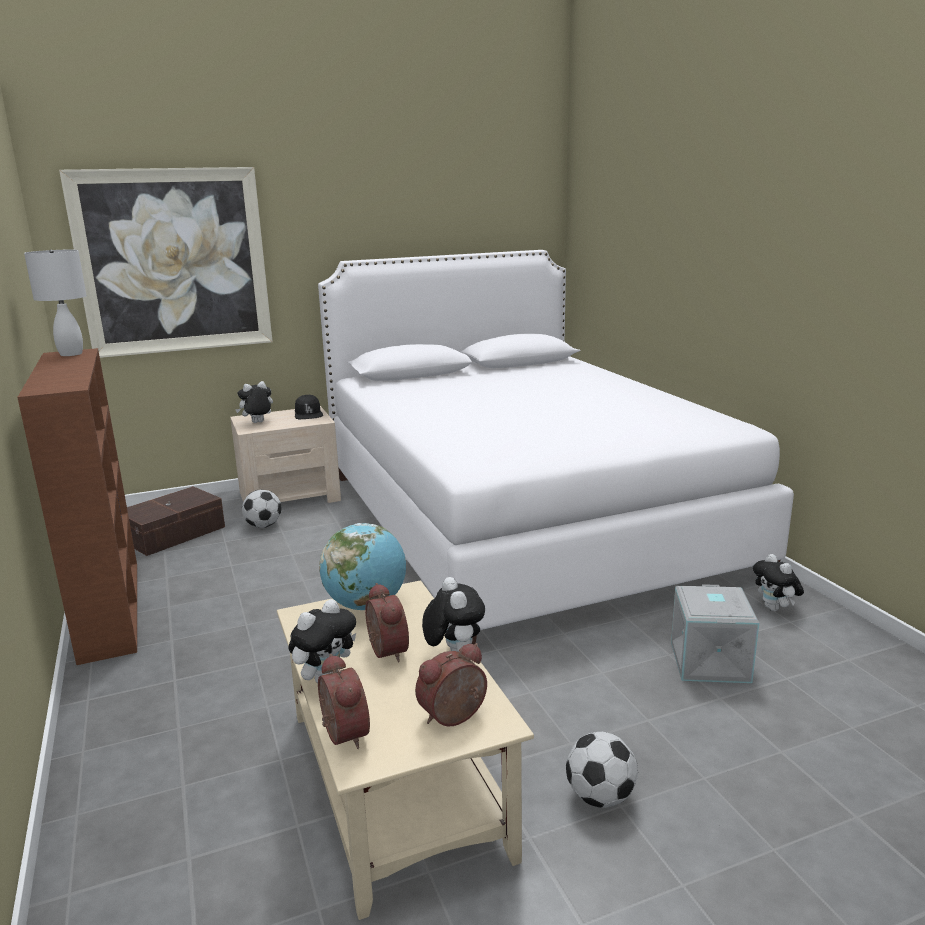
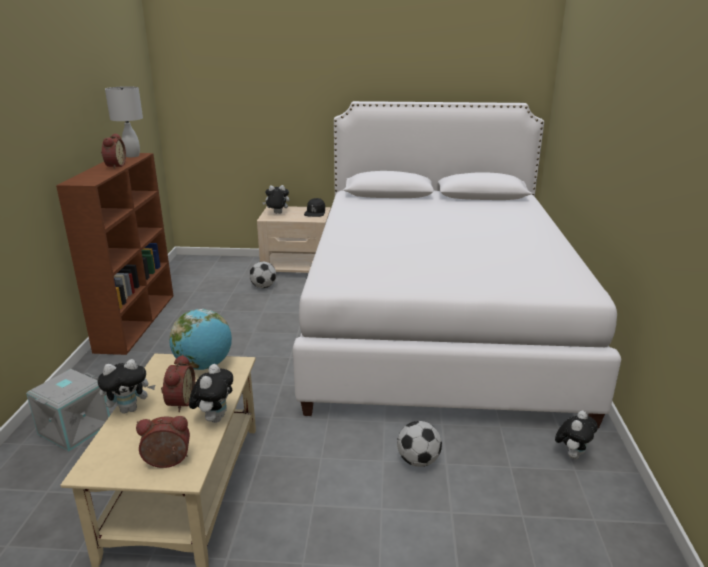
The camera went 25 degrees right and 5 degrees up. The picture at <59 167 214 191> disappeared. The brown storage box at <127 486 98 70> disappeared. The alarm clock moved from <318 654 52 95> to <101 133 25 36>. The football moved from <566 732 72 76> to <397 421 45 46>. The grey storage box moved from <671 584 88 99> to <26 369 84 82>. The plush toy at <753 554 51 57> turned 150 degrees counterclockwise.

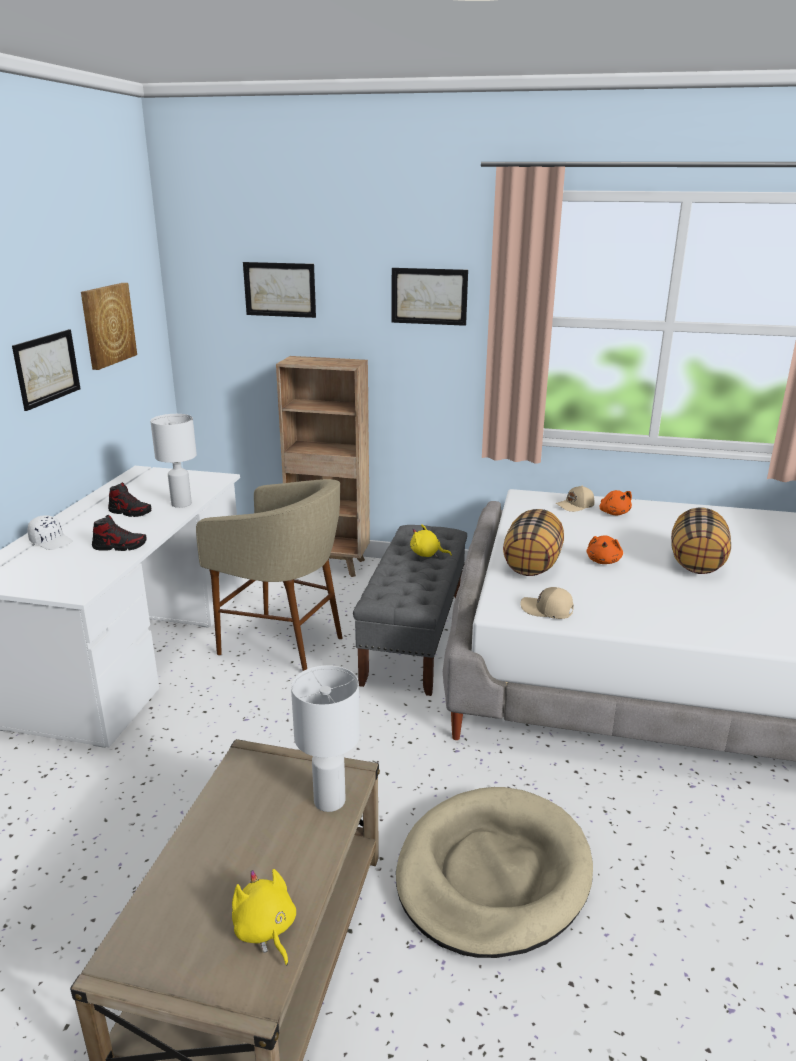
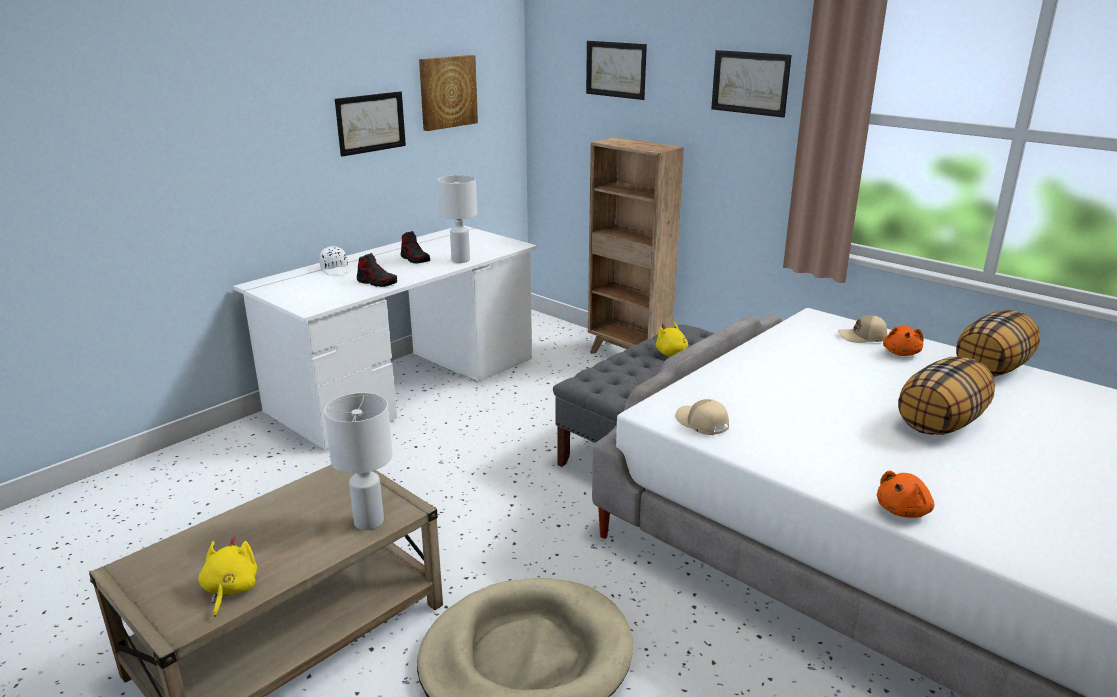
The camera went 30 degrees right and 0 degrees up. The beige stool at <196 479 146 192> disappeared. The pillow moved from <503 509 61 67> to <956 310 84 67>. The orange plush toy moved from <587 535 36 29> to <877 471 57 47>.

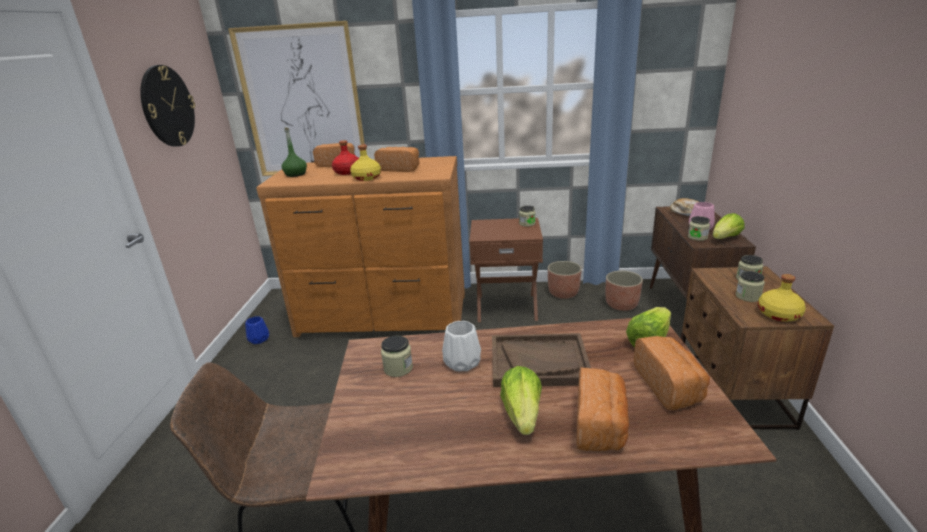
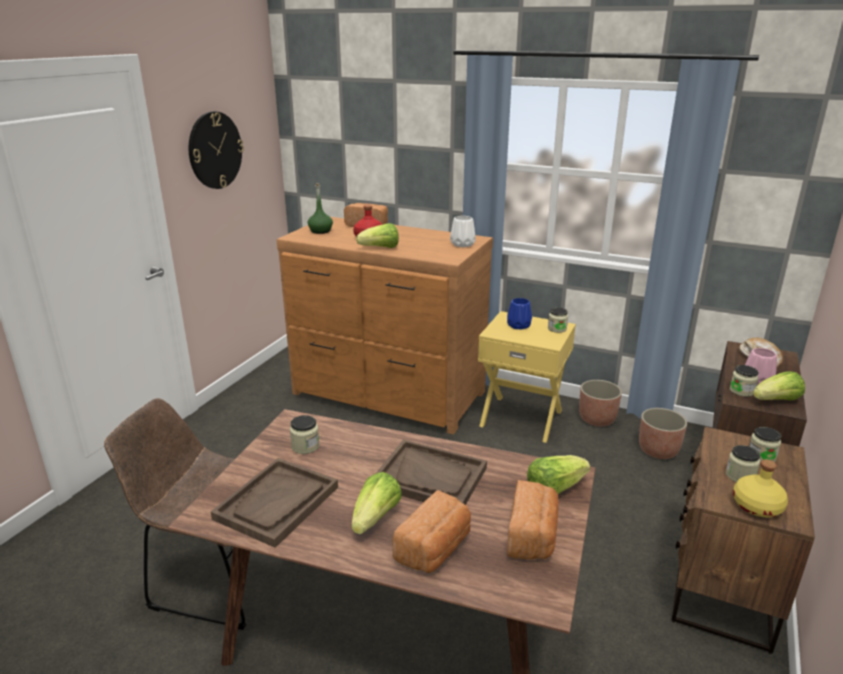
The camera went 20 degrees right and 0 degrees up. The picture at <228 21 137 155> disappeared. The blue vase moved from <245 316 24 28> to <507 298 25 32>. The yellow bottle at <350 145 31 36> was replaced by the lettuce at <356 223 43 25>. The bread at <374 147 46 25> disappeared. The white vase moved from <442 321 39 50> to <450 216 26 31>. The brown nightstand at <469 218 74 104> became the yellow nightstand at <478 311 98 132>. The brown tray at <211 458 127 90> appeared.

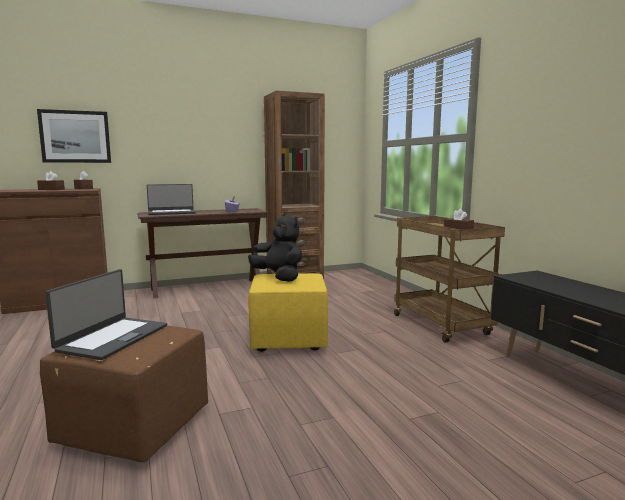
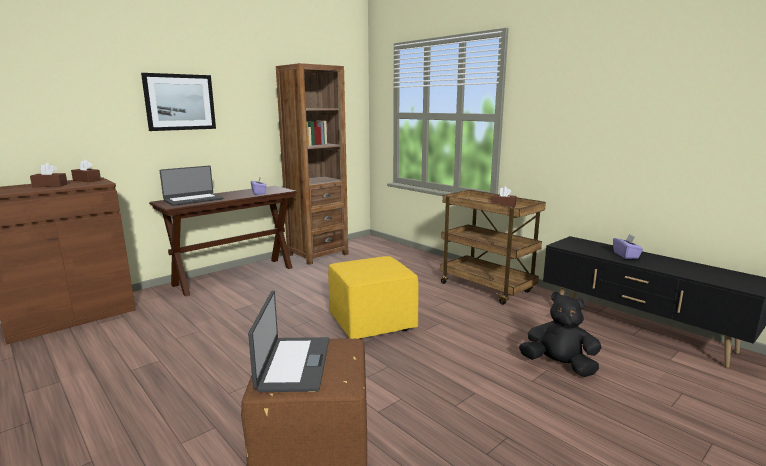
The camera went 20 degrees left and 5 degrees up. The picture moved from <37 109 74 54> to <141 73 75 58>. The black plush toy moved from <248 214 55 68> to <519 292 82 85>. The purple tissue box at <613 234 30 25> appeared.

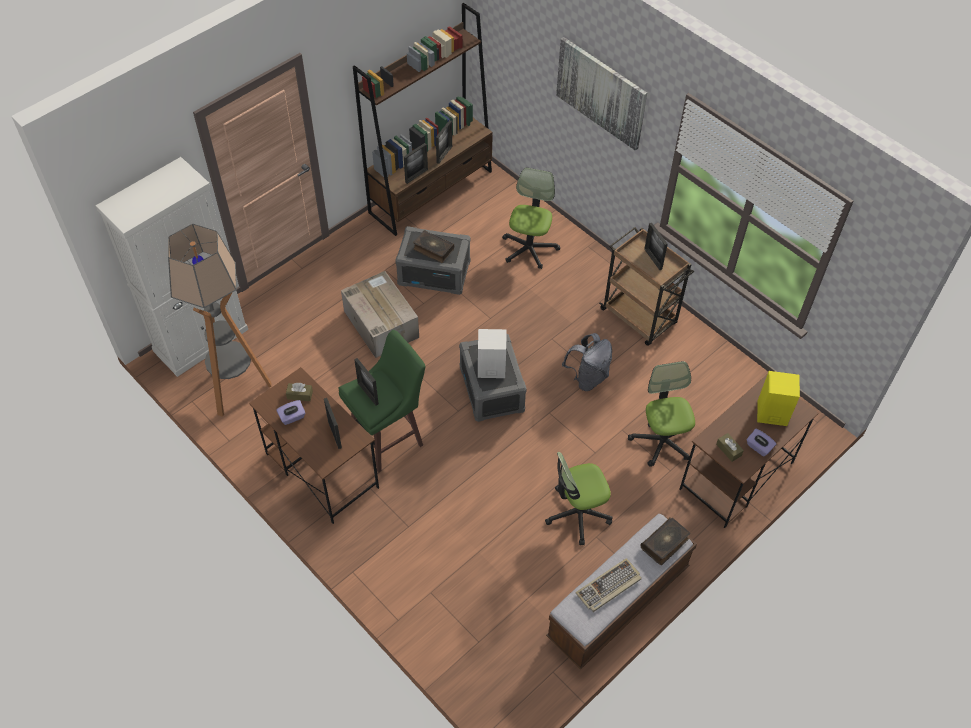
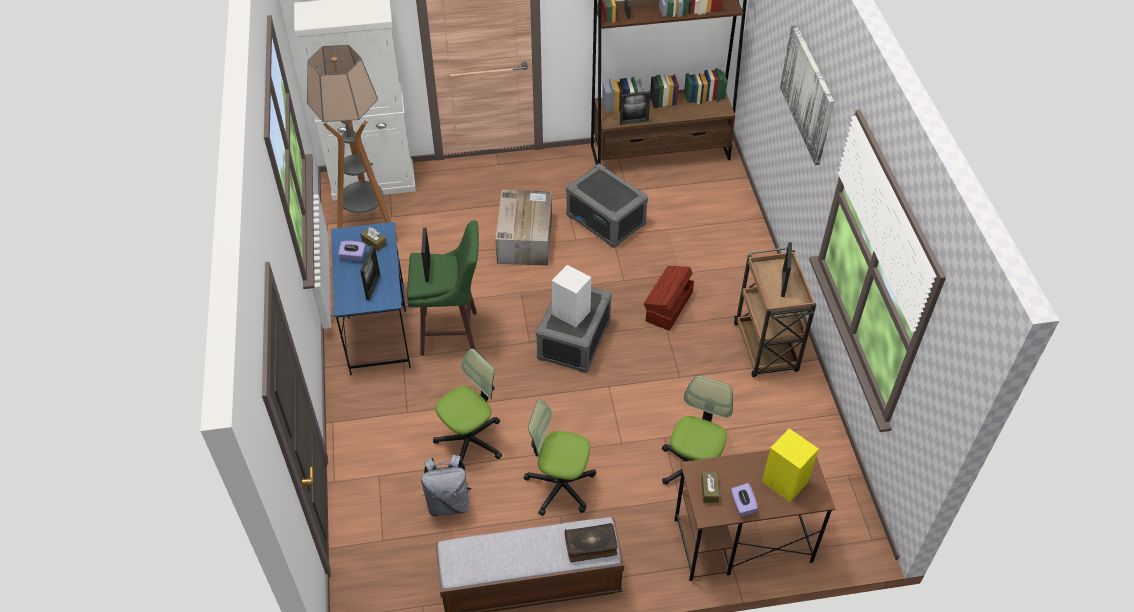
The camera went 35 degrees right and 5 degrees down. The brown desk at <249 367 130 157> became the blue desk at <331 222 80 154>. The book at <413 230 41 33> disappeared. The picture frame at <436 120 16 44> disappeared. The office chair moved from <502 167 58 102> to <433 348 69 119>. The grey backpack moved from <562 333 50 58> to <421 454 51 62>. The keyboard at <575 558 67 54> disappeared. The brown storage box at <644 266 50 65> appeared.

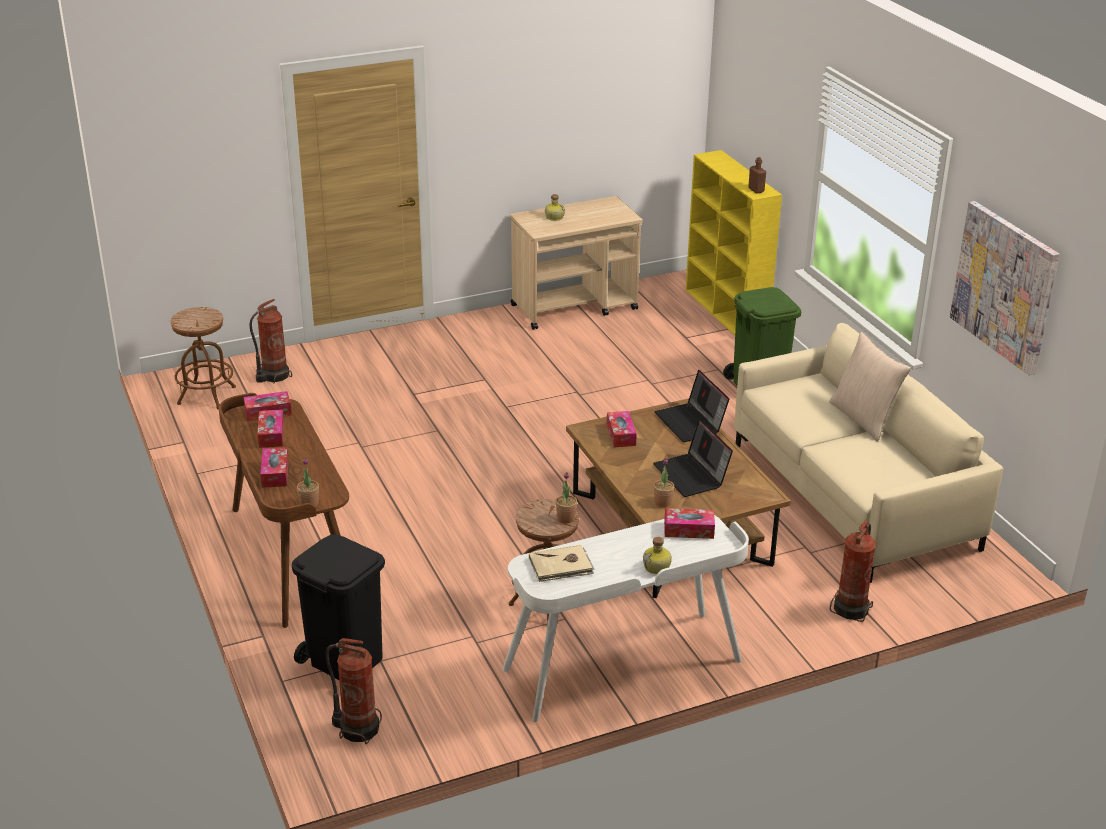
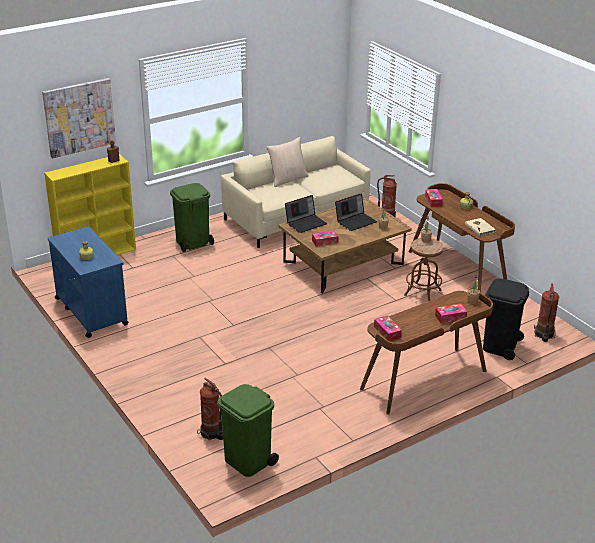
The camera went 100 degrees left and 0 degrees up. The brown stool at <171 307 65 102> was replaced by the green trash can at <217 384 62 93>. The tissue box at <257 410 27 38> disappeared. The white desk at <502 515 247 207> became the brown desk at <409 183 106 111>. The beige cart at <510 196 133 134> became the blue cart at <48 226 81 112>. The picture moved from <950 201 110 175> to <42 78 74 80>.

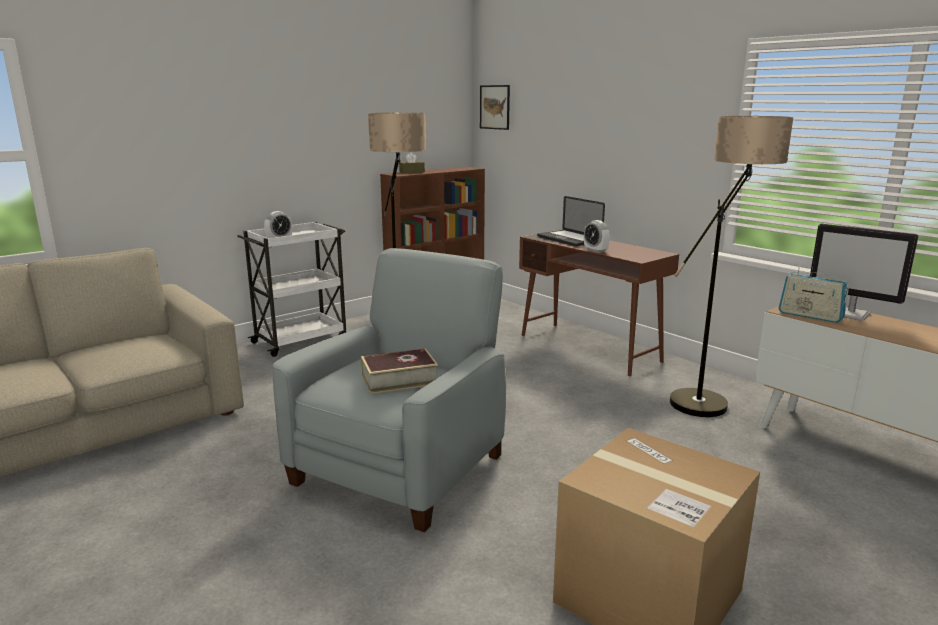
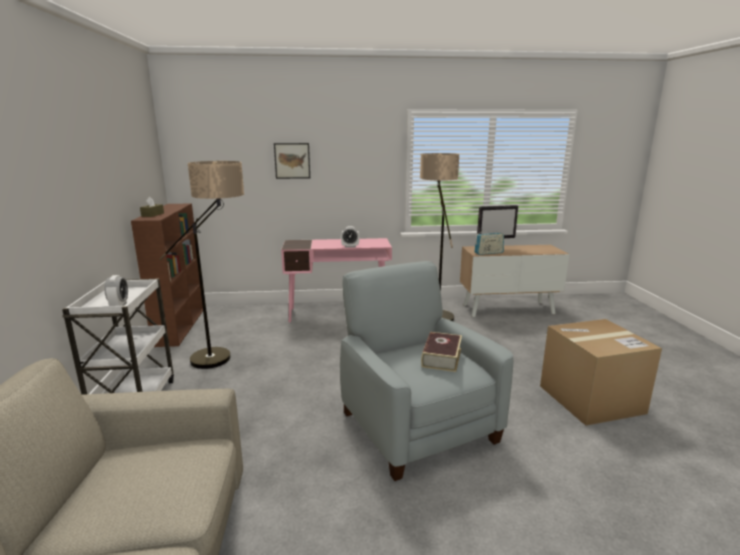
The camera went 55 degrees left and 0 degrees up. The picture moved from <480 85 30 45> to <274 143 36 36>. The brown desk at <519 230 160 146> became the pink desk at <281 238 111 84>. The laptop at <537 196 68 50> disappeared.

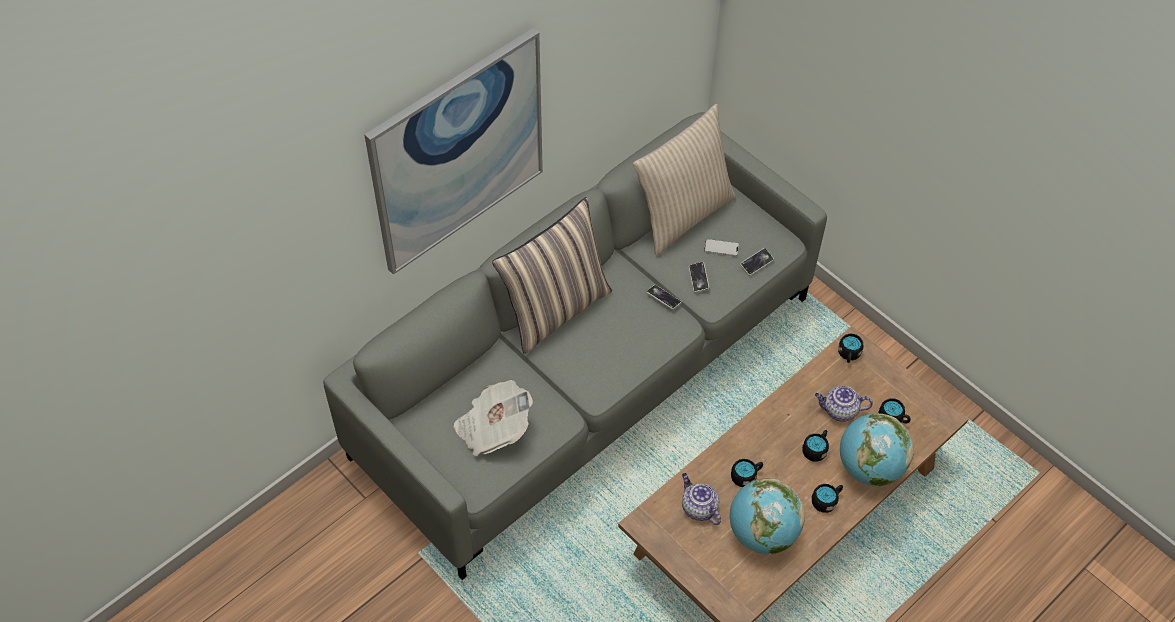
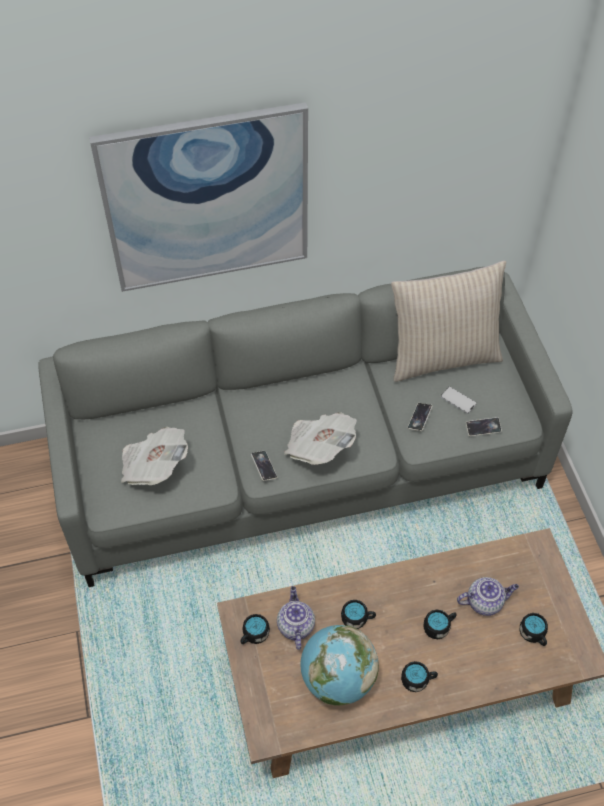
The camera went 30 degrees right and 0 degrees up. The pillow at <492 197 120 157> disappeared. The phone moved from <646 285 35 24> to <251 451 26 30>. The teapot at <815 386 58 36> turned 135 degrees clockwise. The black mug moved from <838 334 26 29> to <240 614 30 30>. The globe at <840 413 74 74> disappeared. The newspaper at <284 412 73 53> appeared.

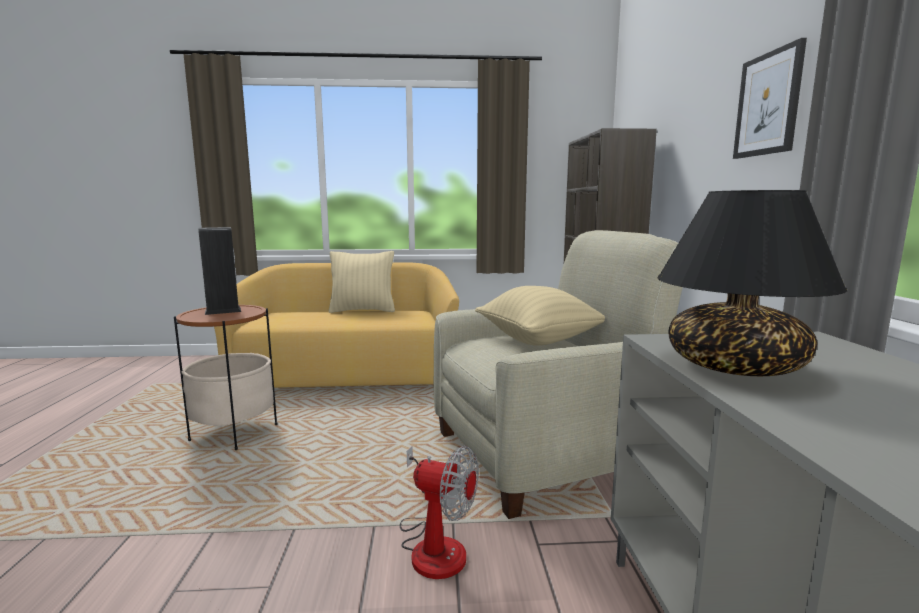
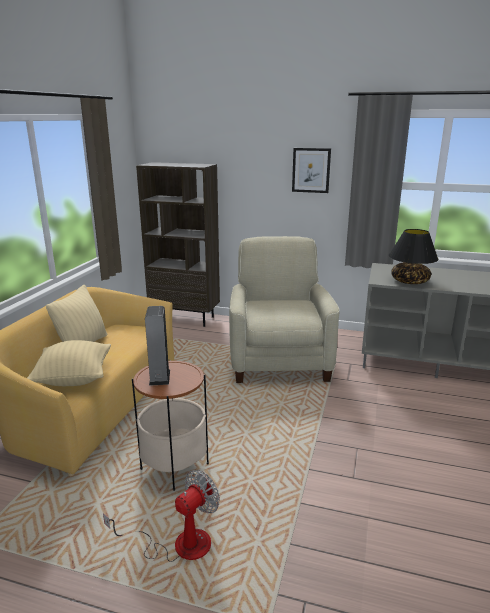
The camera went 70 degrees left and 10 degrees up. The fan moved from <400 446 79 133> to <103 470 117 92>. The beige pillow moved from <475 286 130 60> to <27 340 84 46>.

